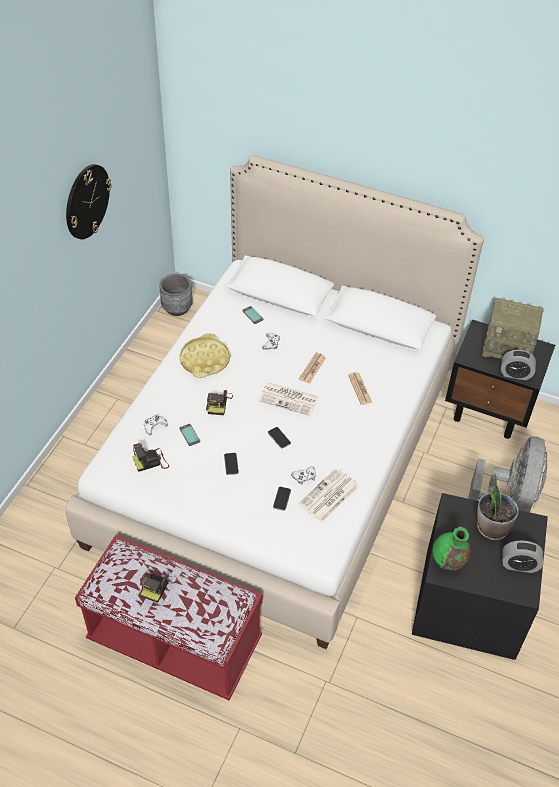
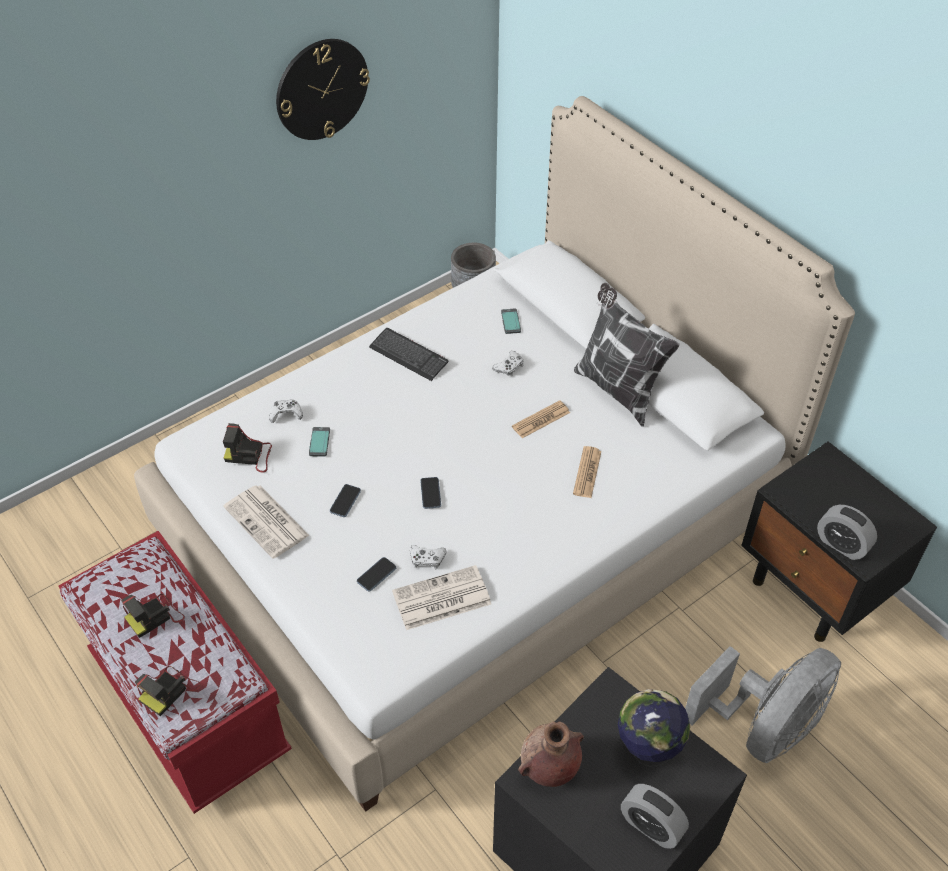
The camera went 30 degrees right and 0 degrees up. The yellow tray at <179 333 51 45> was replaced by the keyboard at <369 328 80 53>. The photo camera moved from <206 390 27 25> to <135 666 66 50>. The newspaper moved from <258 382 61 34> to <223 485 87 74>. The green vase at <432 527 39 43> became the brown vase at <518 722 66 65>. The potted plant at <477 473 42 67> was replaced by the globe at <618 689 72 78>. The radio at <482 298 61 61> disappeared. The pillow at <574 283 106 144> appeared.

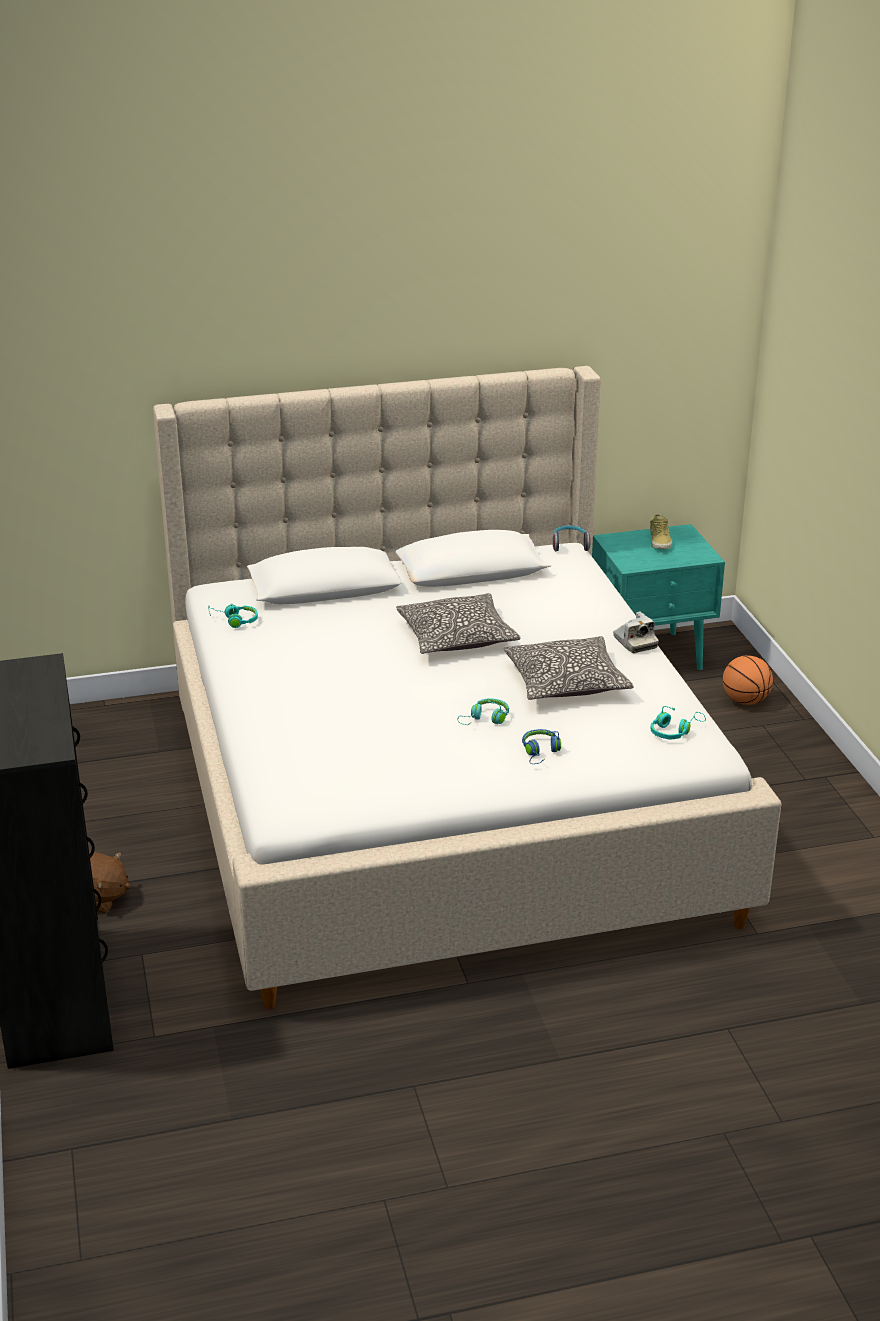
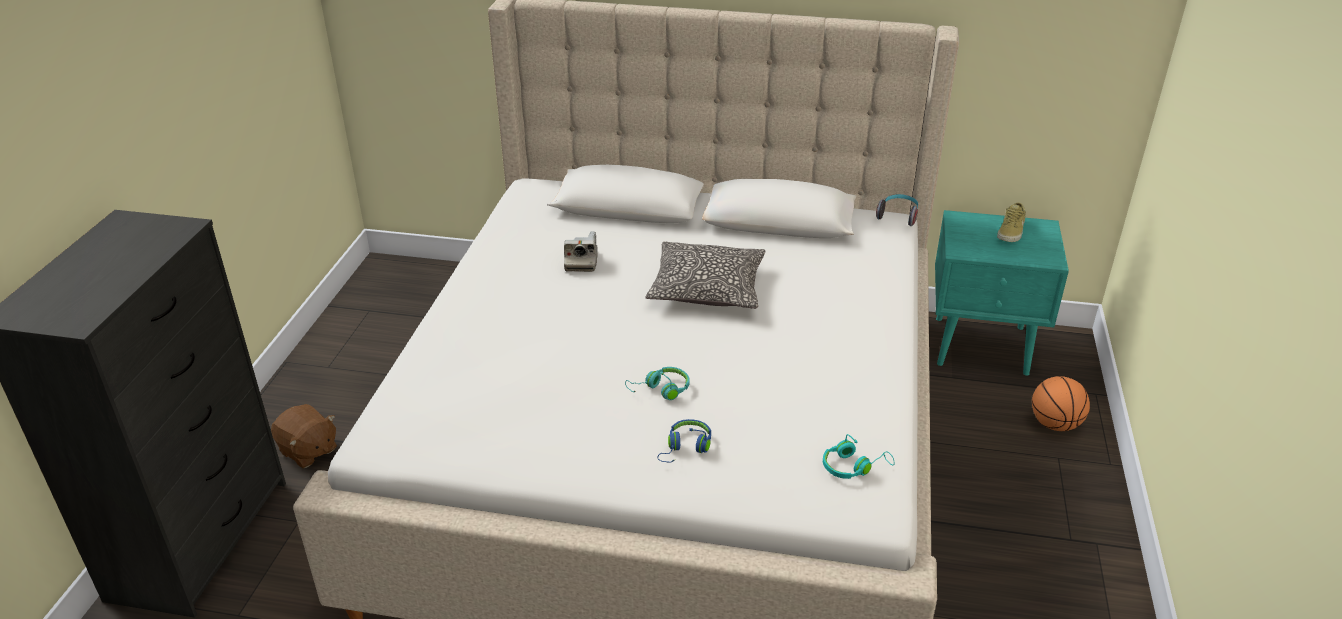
The camera went 25 degrees right and 5 degrees up. The turquoise headphones at <209 603 49 25> disappeared. The pillow at <504 636 130 64> disappeared. The photo camera moved from <613 611 45 42> to <564 231 34 41>.

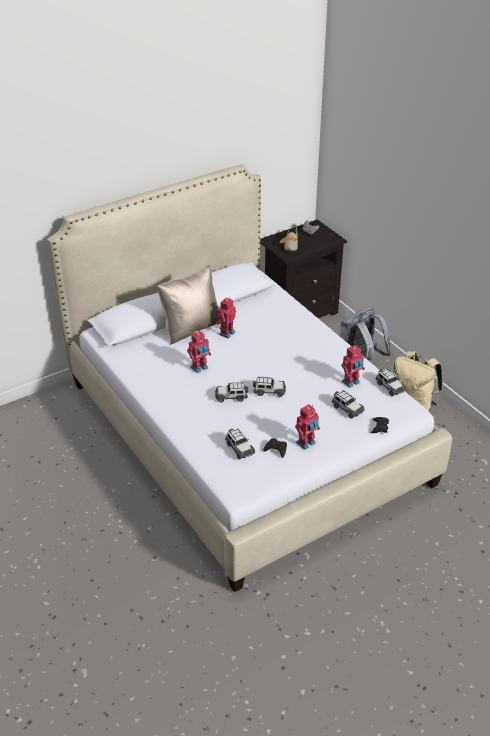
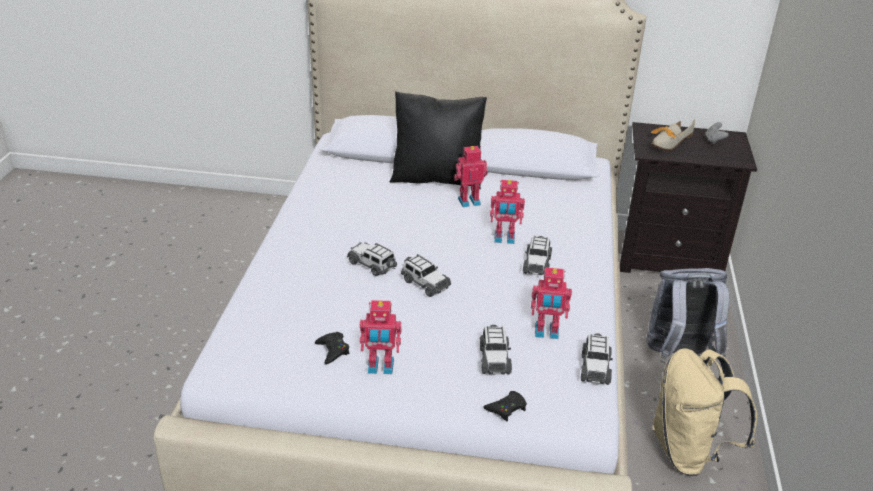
The camera went 40 degrees right and 5 degrees down. The beige pillow at <157 265 62 80> became the black pillow at <390 91 97 98>. The toy robot moved from <187 331 24 42> to <490 180 35 64>. The toy car moved from <225 428 30 32> to <523 236 29 39>.

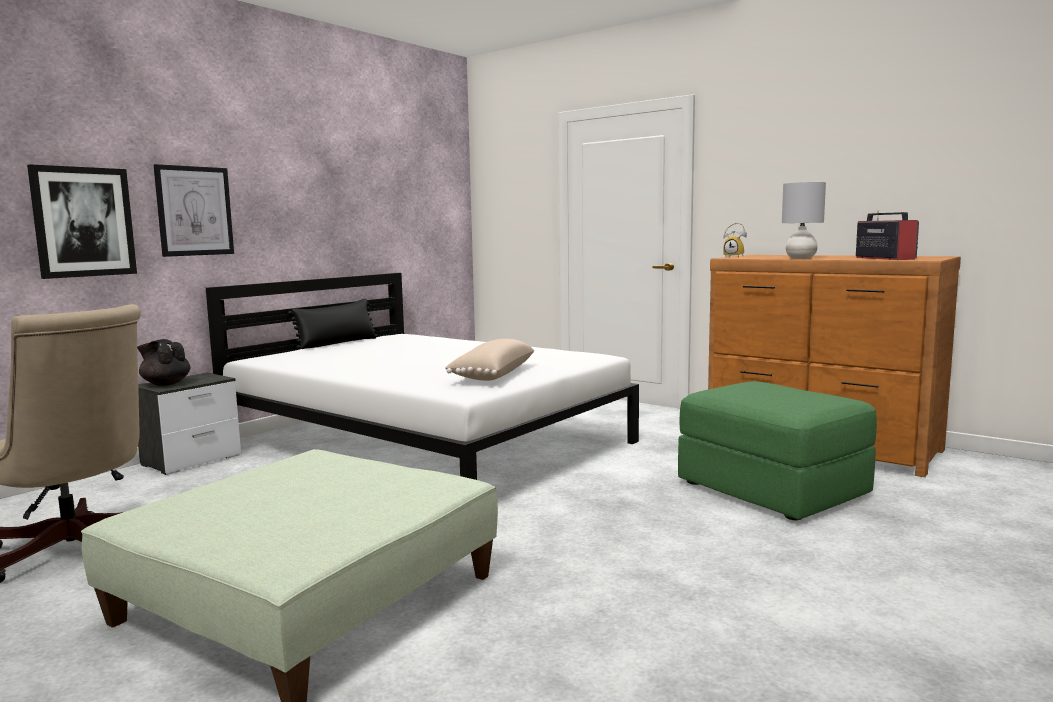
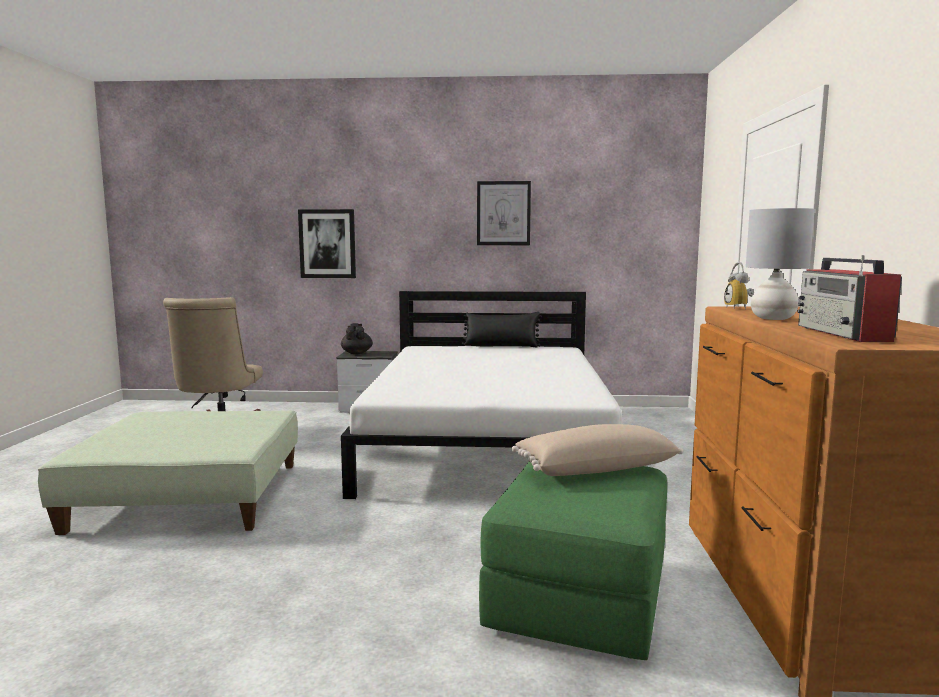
The camera went 55 degrees right and 0 degrees up. The picture moved from <154 164 80 93> to <477 181 54 64>. The beige pillow moved from <445 339 89 42> to <512 424 171 52>. The radio at <856 210 63 50> turned 135 degrees clockwise.

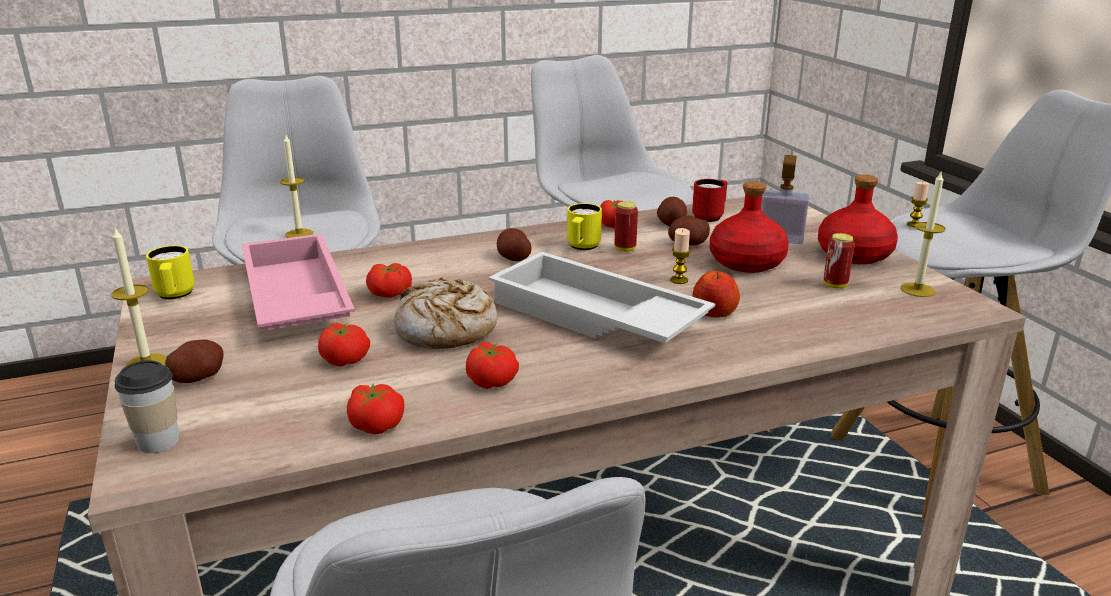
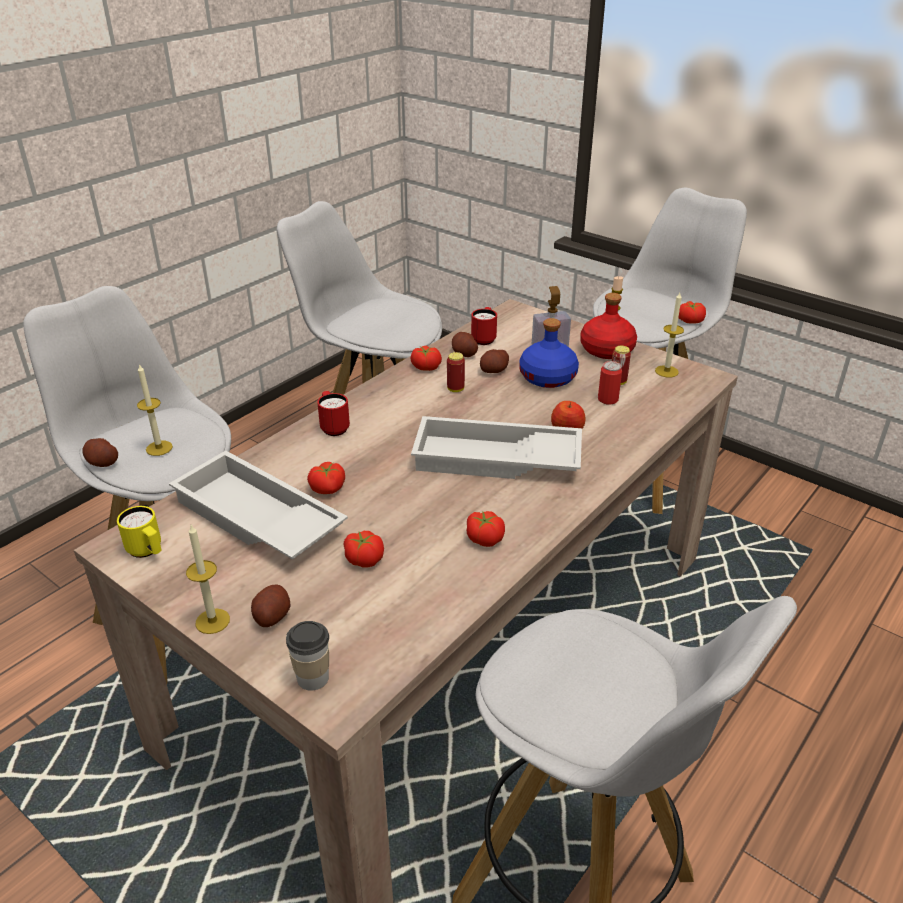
The camera went 30 degrees left and 10 degrees up. The pink tray at <242 234 113 97> became the white tray at <169 450 179 110>. The tomato moved from <347 383 58 51> to <678 301 28 23>. The bread at <394 277 103 72> disappeared. The potato moved from <497 228 35 33> to <82 438 36 29>. The yellow mug at <567 203 35 48> disappeared. The candle at <670 228 20 56> disappeared. The red bottle at <710 181 79 92> became the blue bottle at <519 318 60 70>. The red mug at <317 391 33 45> appeared. The can at <598 361 24 44> appeared.

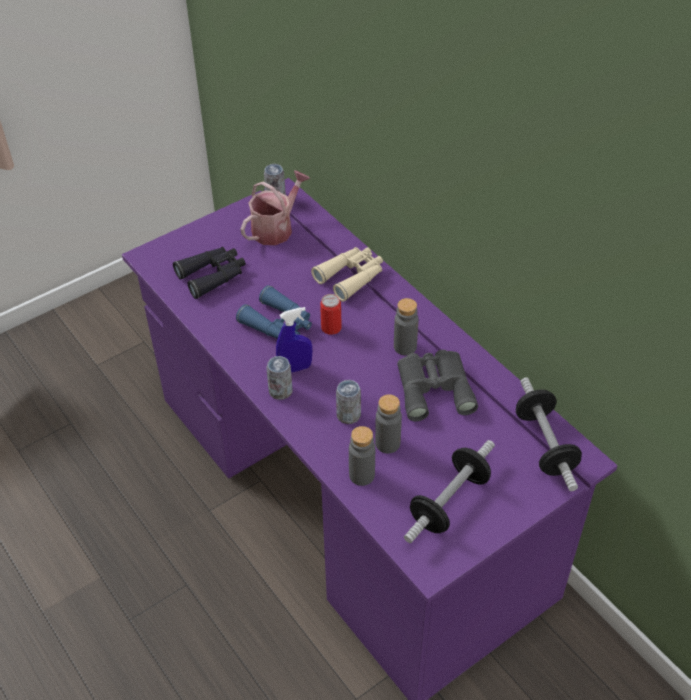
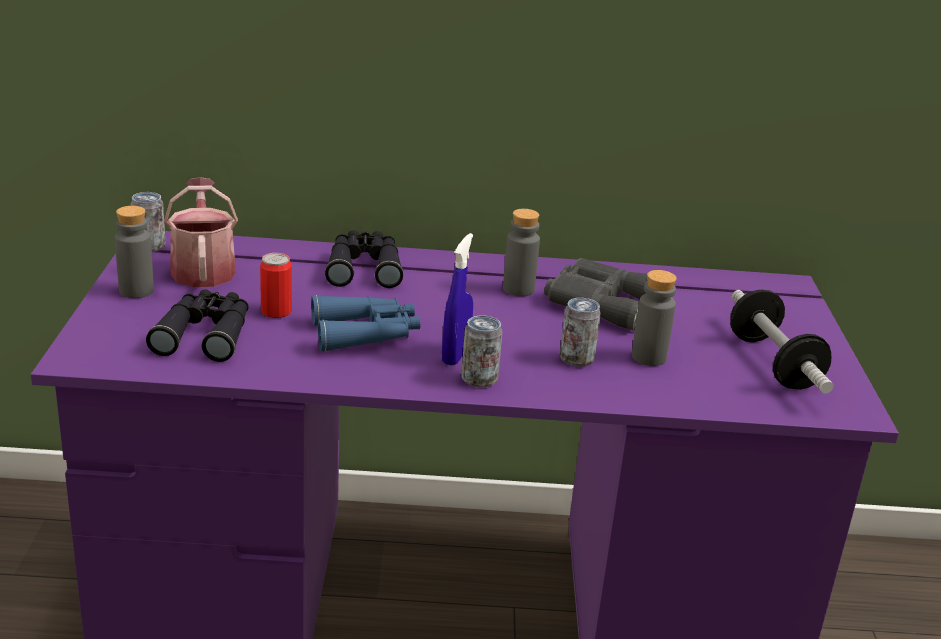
The camera went 55 degrees left and 20 degrees down. The beige binoculars at <311 247 72 55> became the black binoculars at <325 230 79 58>. The can moved from <320 294 22 41> to <260 253 32 65>. The grey bottle moved from <349 426 26 60> to <115 206 39 92>. The dumbbell at <516 377 66 114> disappeared.

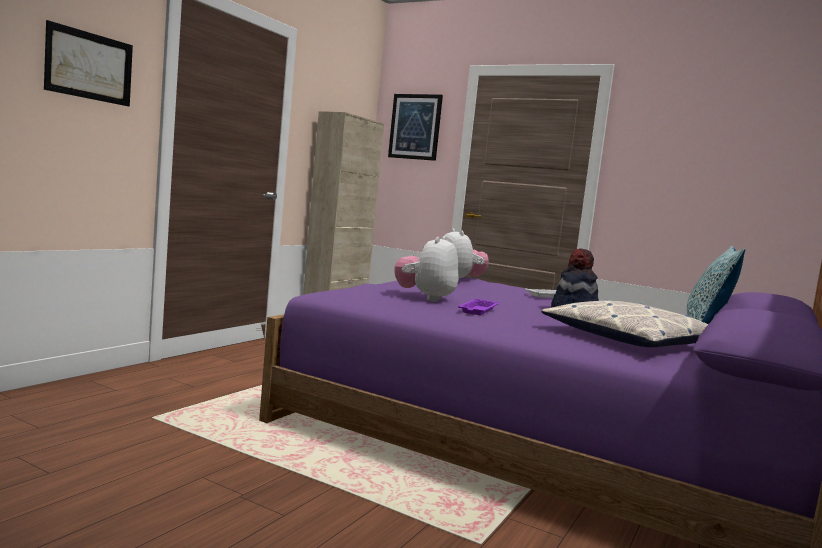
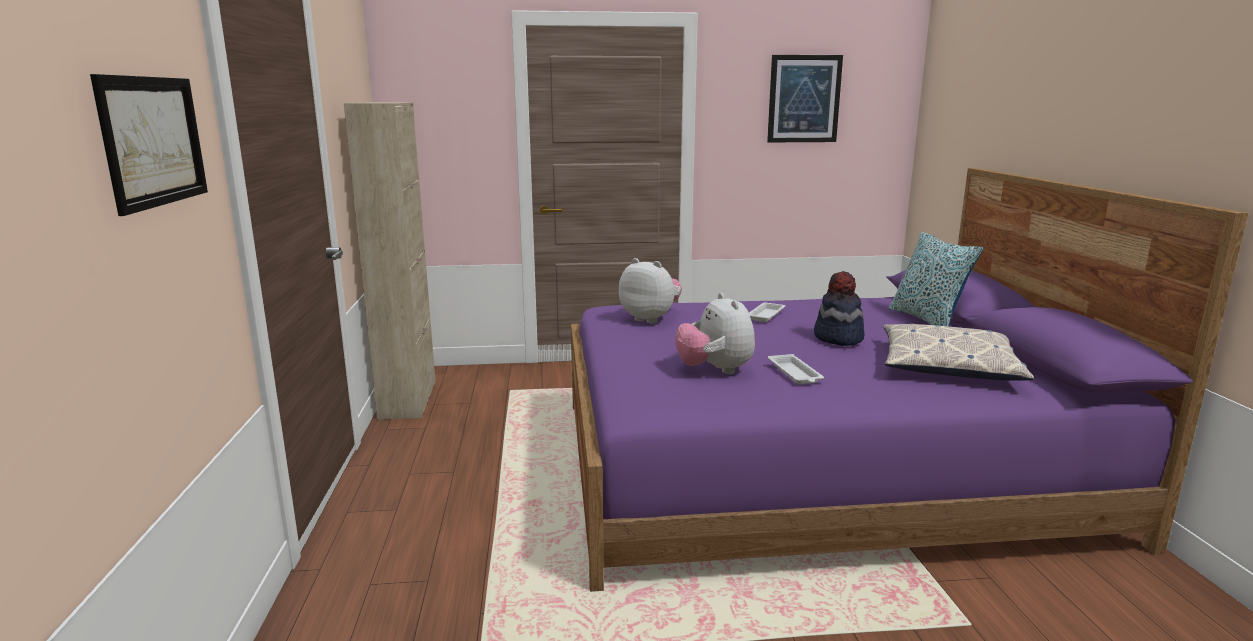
The camera went 35 degrees left and 10 degrees up. The picture moved from <388 94 55 67> to <767 55 76 87>. The purple tray at <458 299 41 16> became the white tray at <768 354 56 30>.

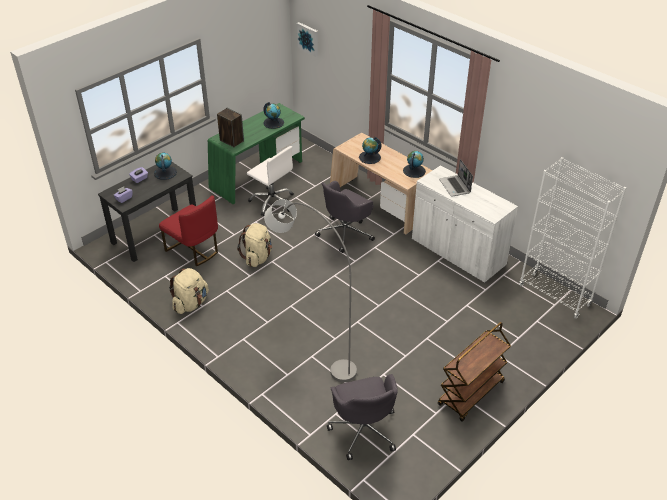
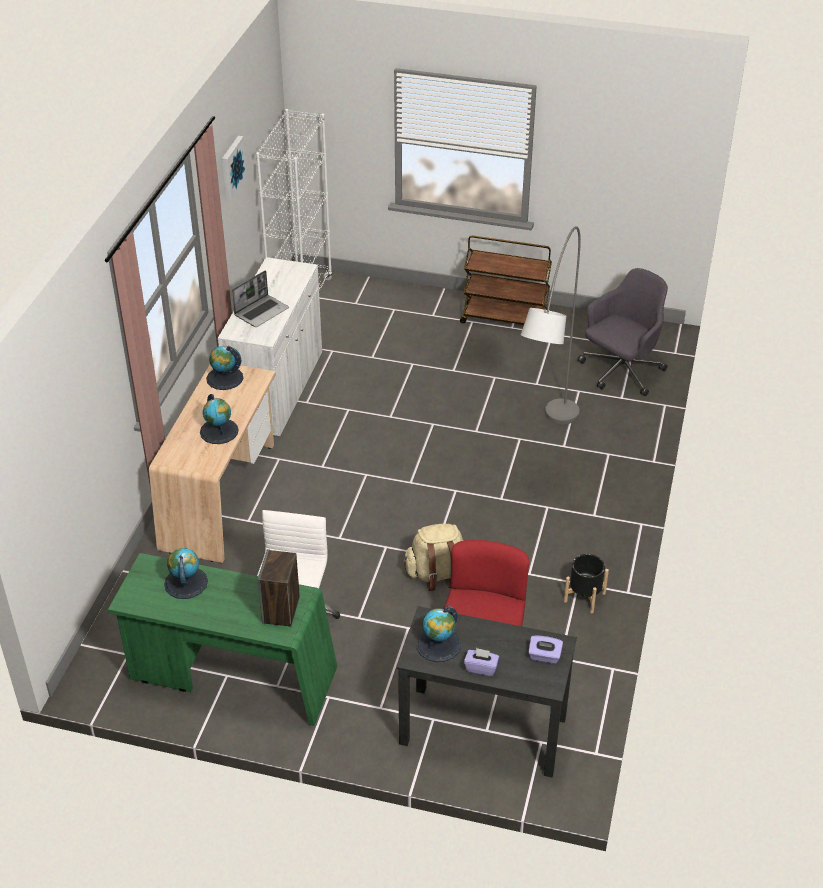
The camera went 120 degrees left and 0 degrees up. The beige backpack at <169 268 40 46> was replaced by the black planter at <564 554 45 59>. The picture moved from <297 22 21 35> to <222 136 25 64>. The grey office chair at <315 181 60 72> disappeared.

